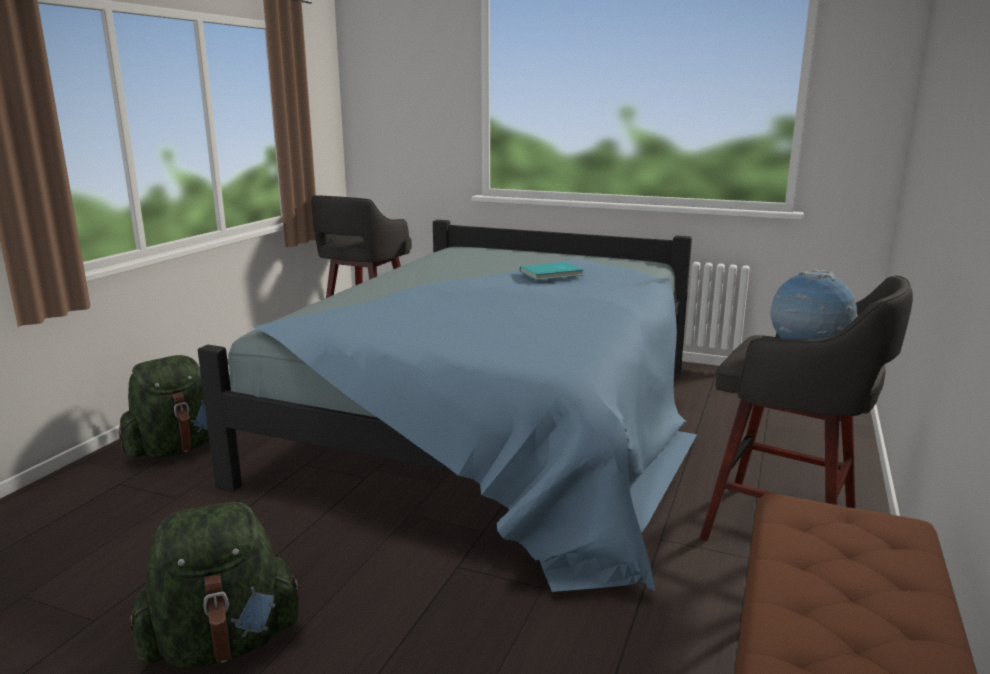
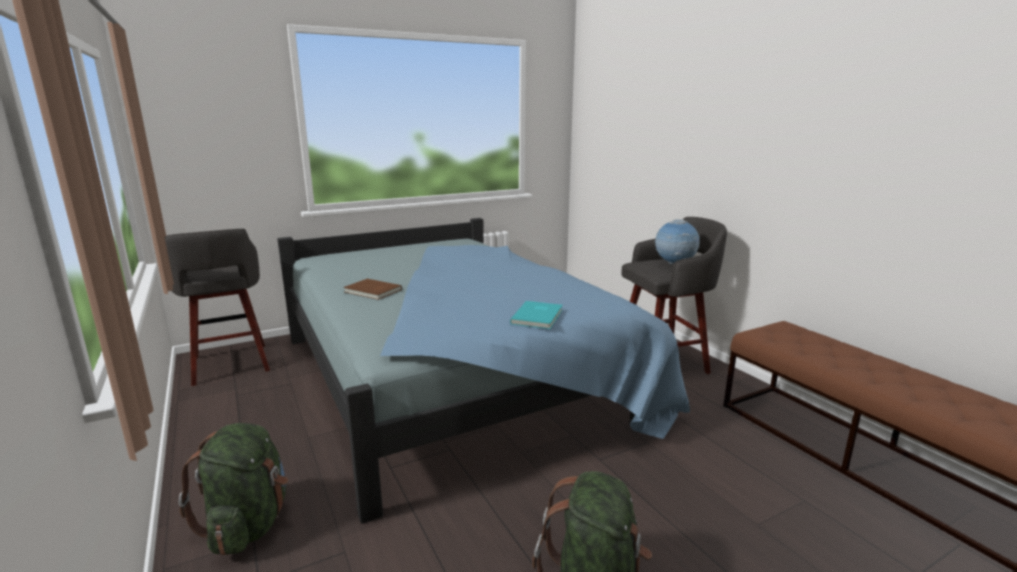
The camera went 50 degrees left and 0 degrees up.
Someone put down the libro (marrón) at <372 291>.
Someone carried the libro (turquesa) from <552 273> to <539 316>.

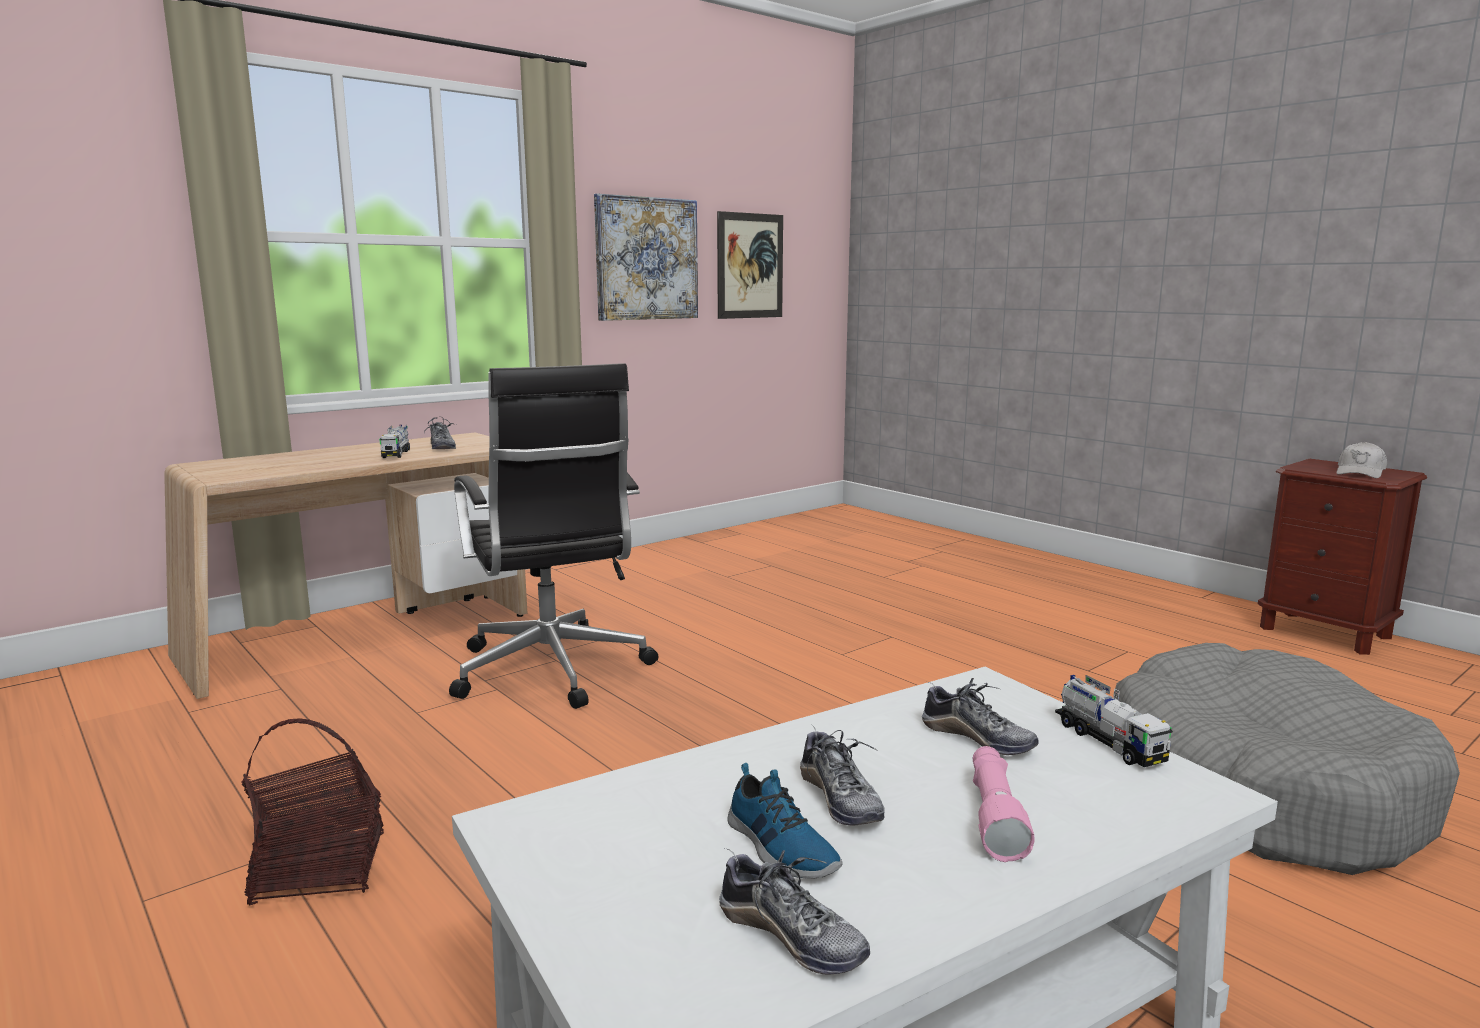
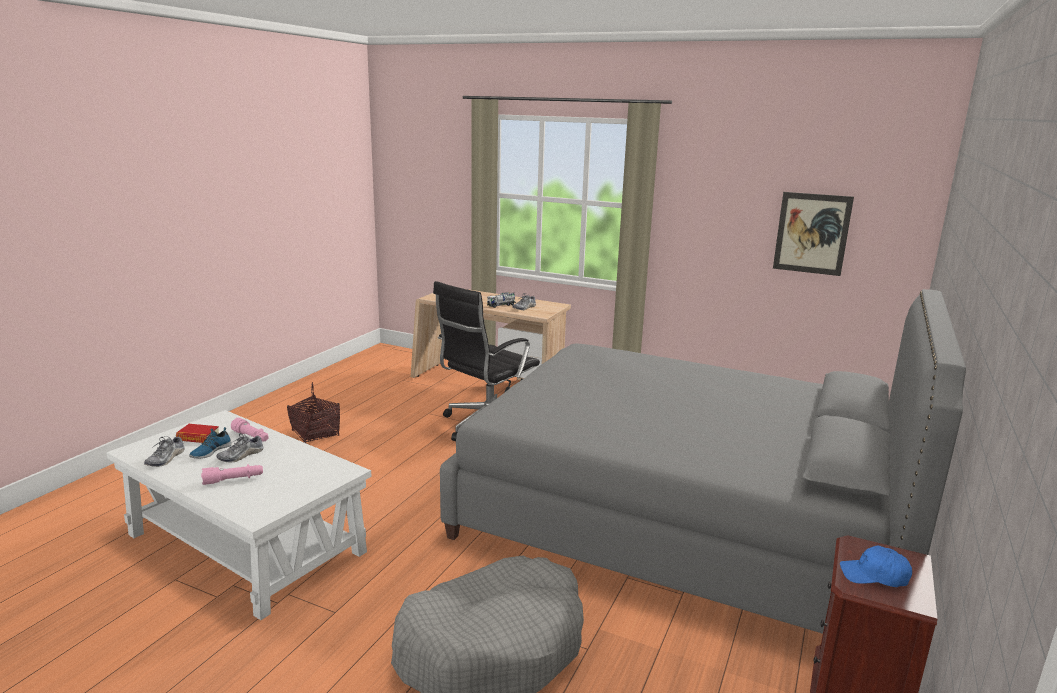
The camera went 65 degrees right and 5 degrees up.
Someone put down the libro at <198 437>.
Someone put down the linterna (rosa) at <251 437>.
Someone put down the cama (gris) at <681 519>.
Someone repainted the gorra (blanco) at <1360 472>, which became the gorra (azul) at <874 576>.
Someone took away the cuadro at <646 259>.
Someone took away the zapato at <977 738>.
Someone took away the camión de juguete at <1108 742>.

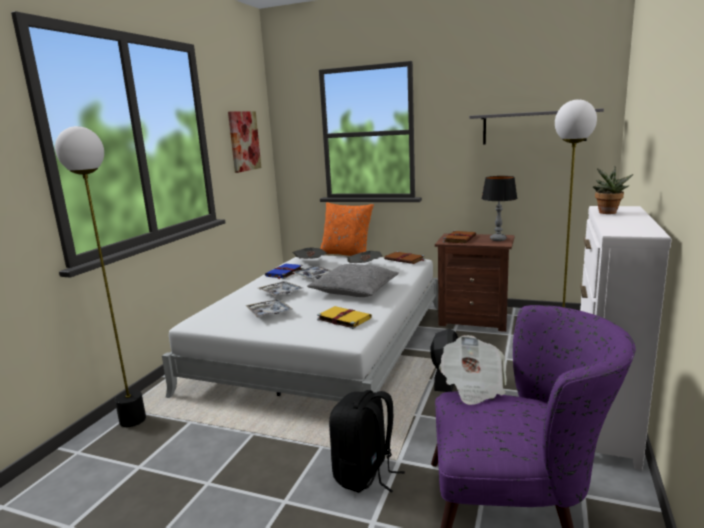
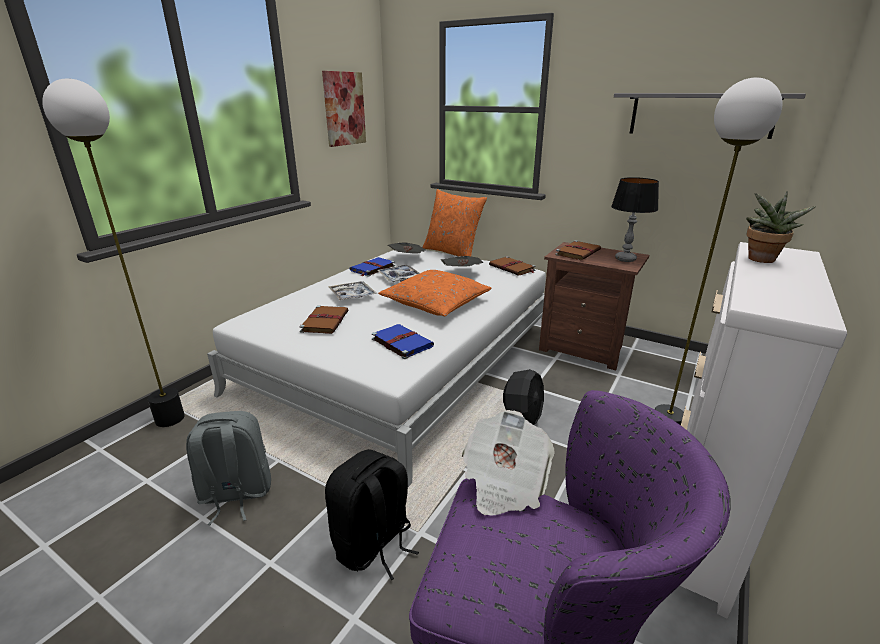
The camera went 10 degrees right and 10 degrees up.
Someone put down the mochila (gris) at <235 494>.
Someone swapped the bandeja at <269 312> for the libro (marrón) at <325 321>.
Someone repainted the libro (amarillo) at <343 319>, which became the libro (azul) at <401 342>.
Someone repainted the cojín (gris) at <355 290>, which became the cojín (naranja) at <436 302>.

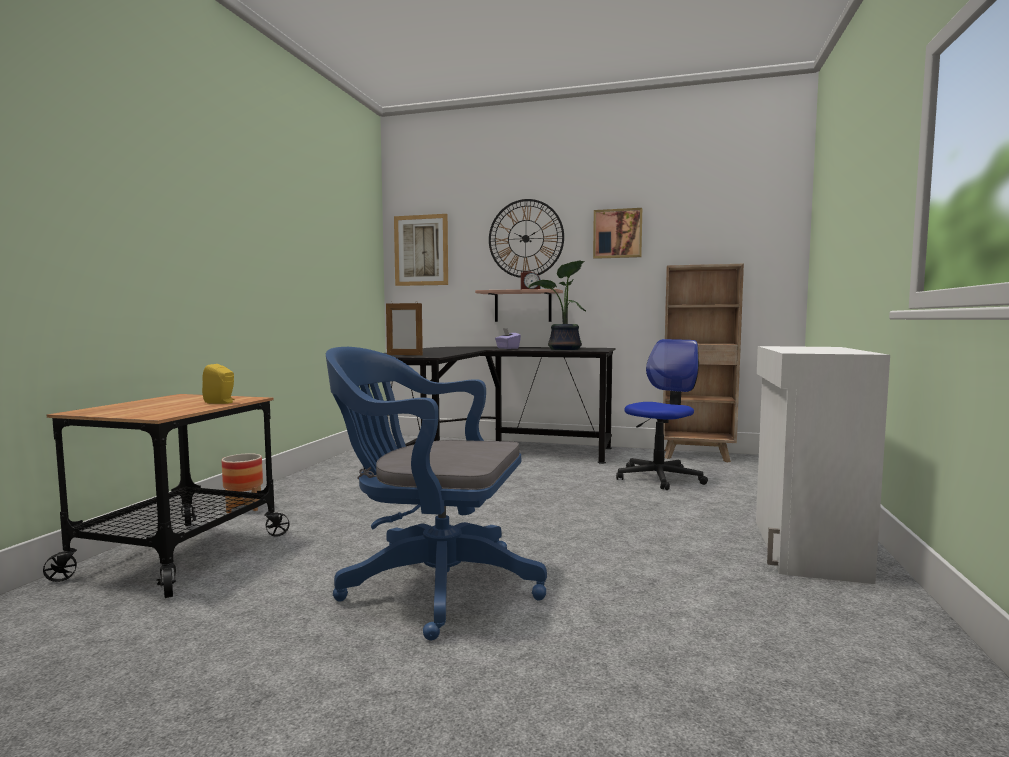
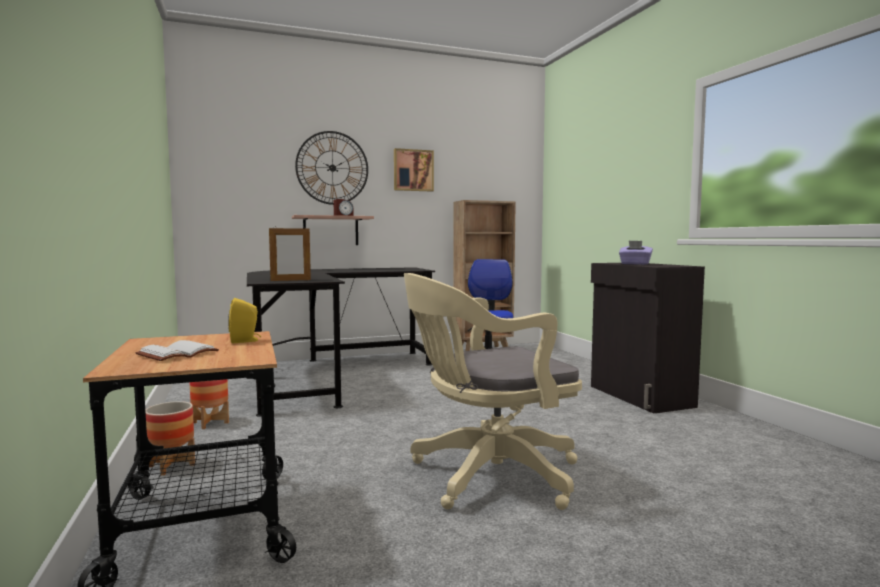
The camera went 35 degrees left and 0 degrees up.
Someone put down the libro (blanco) at <178 353>.
Someone put down the maceta at <210 423>.
Someone repainted the silla de oficina (azul) at <431 584>, which became the silla de oficina (beis) at <487 476>.
Someone repainted the armario (blanco) at <804 548>, which became the armario (negro) at <639 396>.
Someone carried the caja de pañuelos (morado) from <507 348> to <635 264>.
Someone took away the cuadro at <421 250>.
Someone took away the planta en maceta at <563 349>.

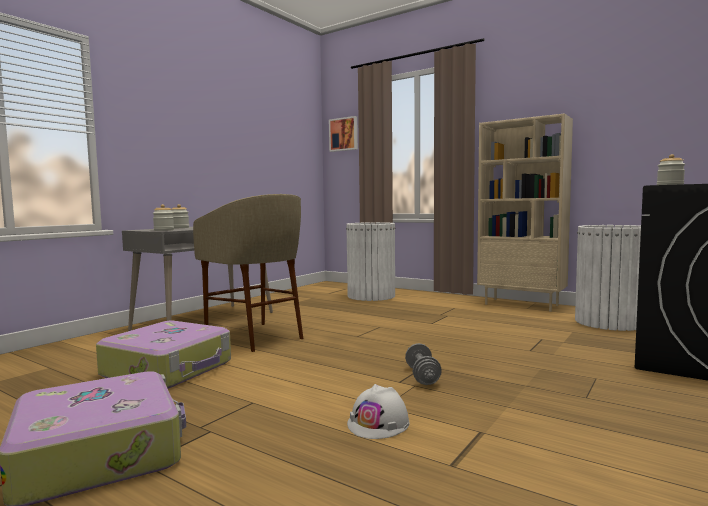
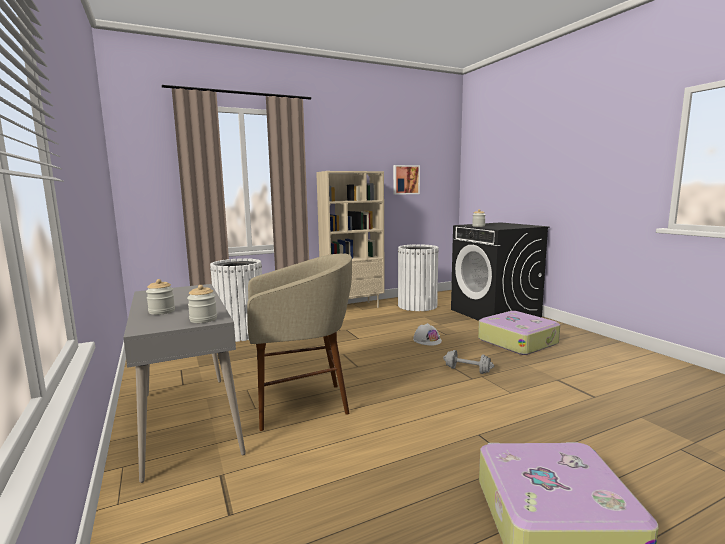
The camera went 60 degrees left and 5 degrees up.
Someone carried the cuadro from <344 134> to <405 179>.
Someone carried the casco (blanco) from <378 423> to <427 340>.
Someone carried the maleta from <169 369> to <517 341>.

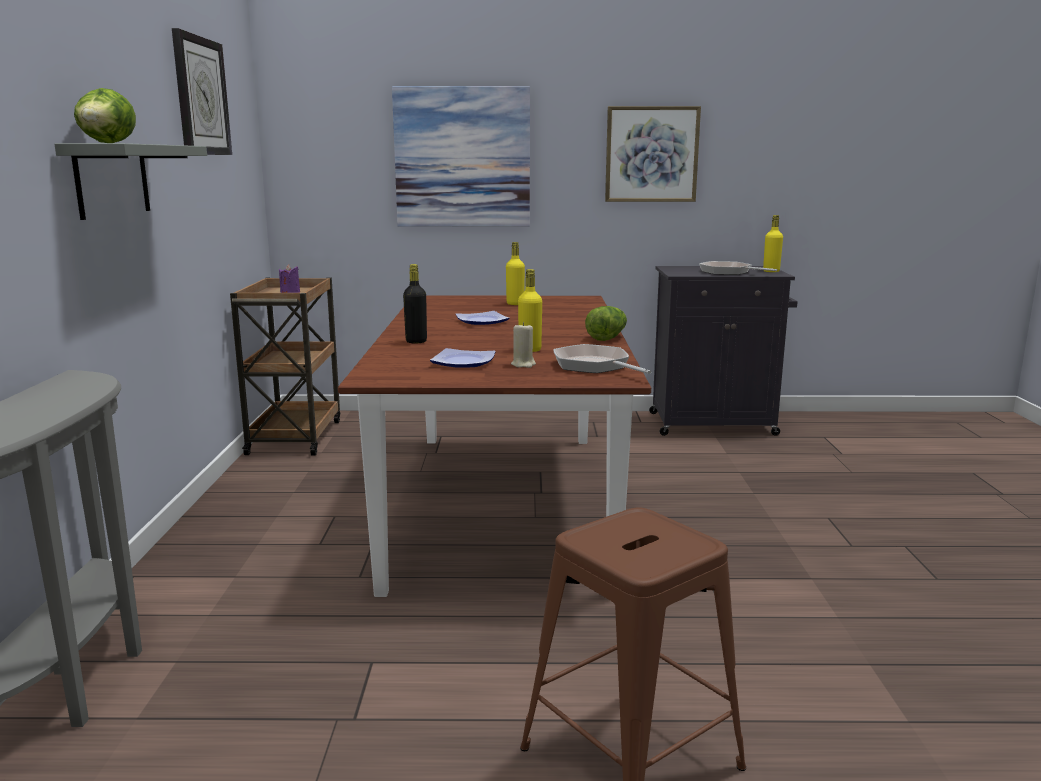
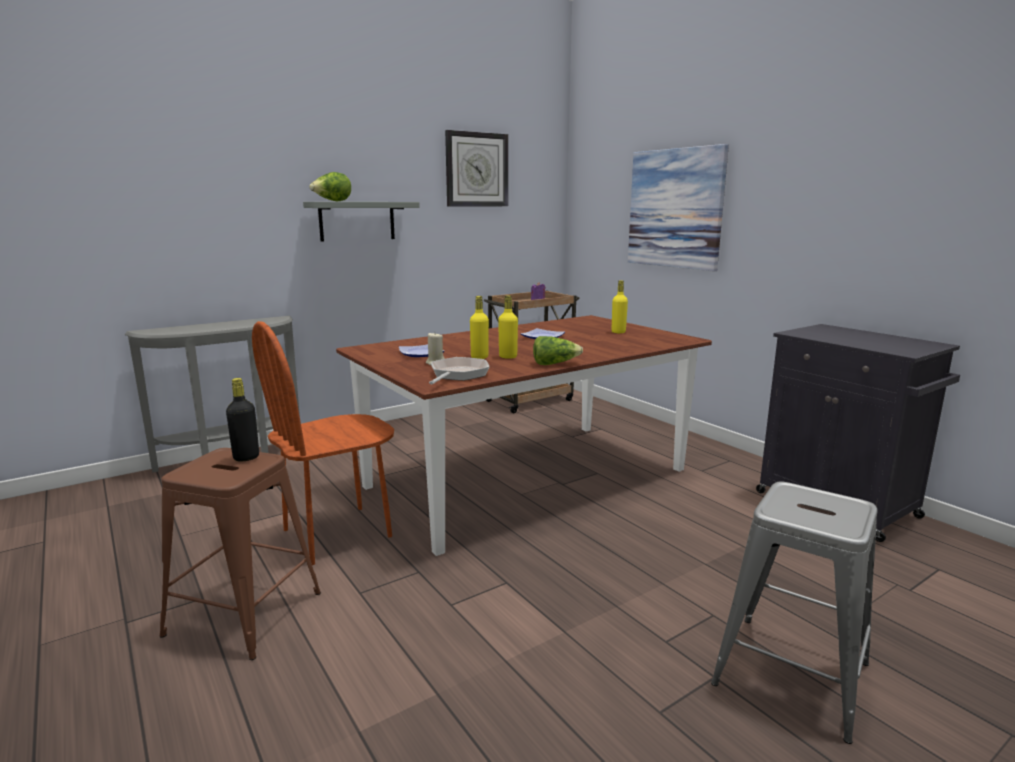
The camera went 55 degrees right and 0 degrees up.
Someone carried the botella (negro) from <416 341> to <246 457>.
Someone put down the silla (marrón) at <337 533>.
Someone carried the botella (amarillo) from <771 271> to <508 357>.
Someone put down the taburete (gris) at <790 674>.
Someone took away the cuadro at <651 154>.
Someone took away the sartén at <728 272>.

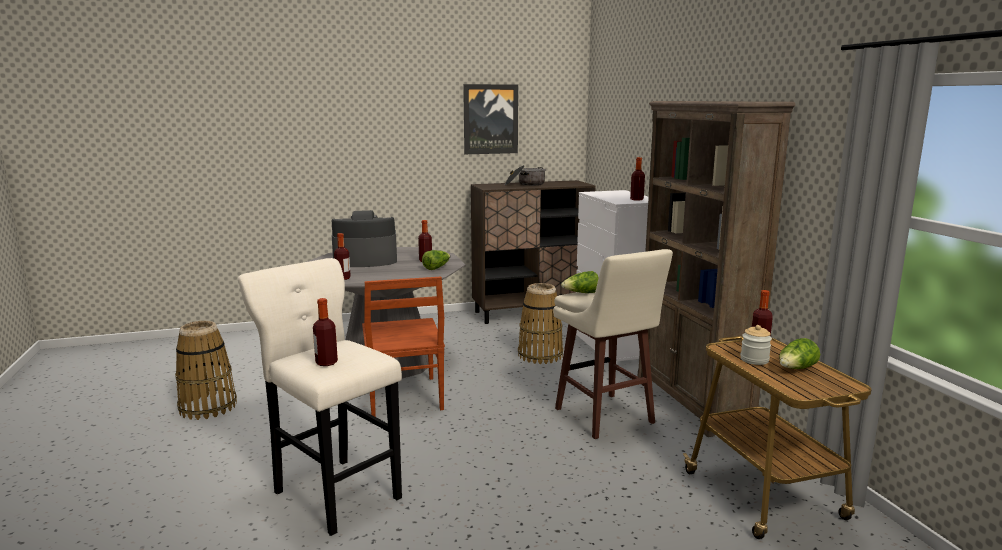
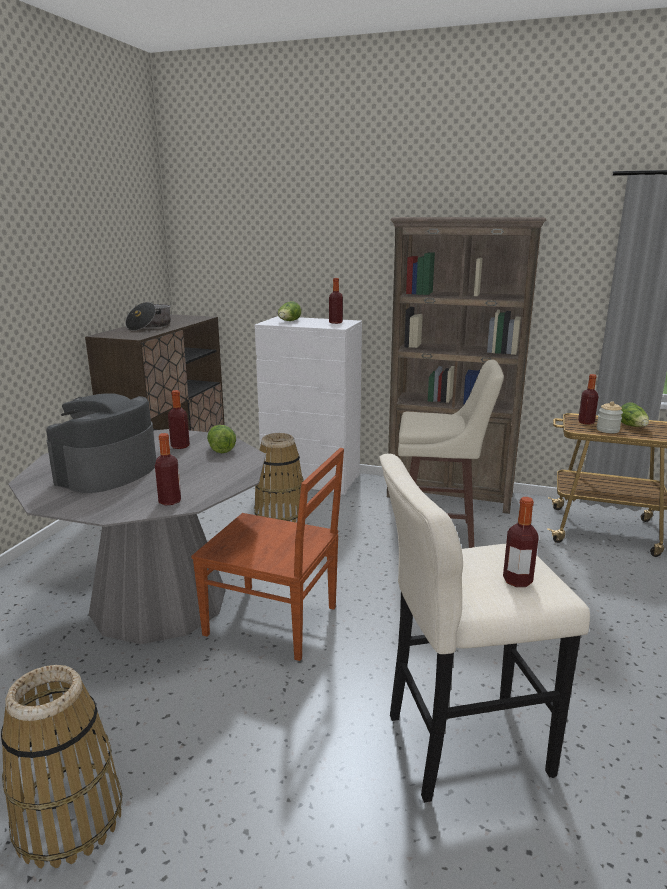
The camera went 55 degrees left and 5 degrees up.
Someone carried the lechuga from <581 293> to <289 322>.
Someone took away the cuadro at <490 119>.

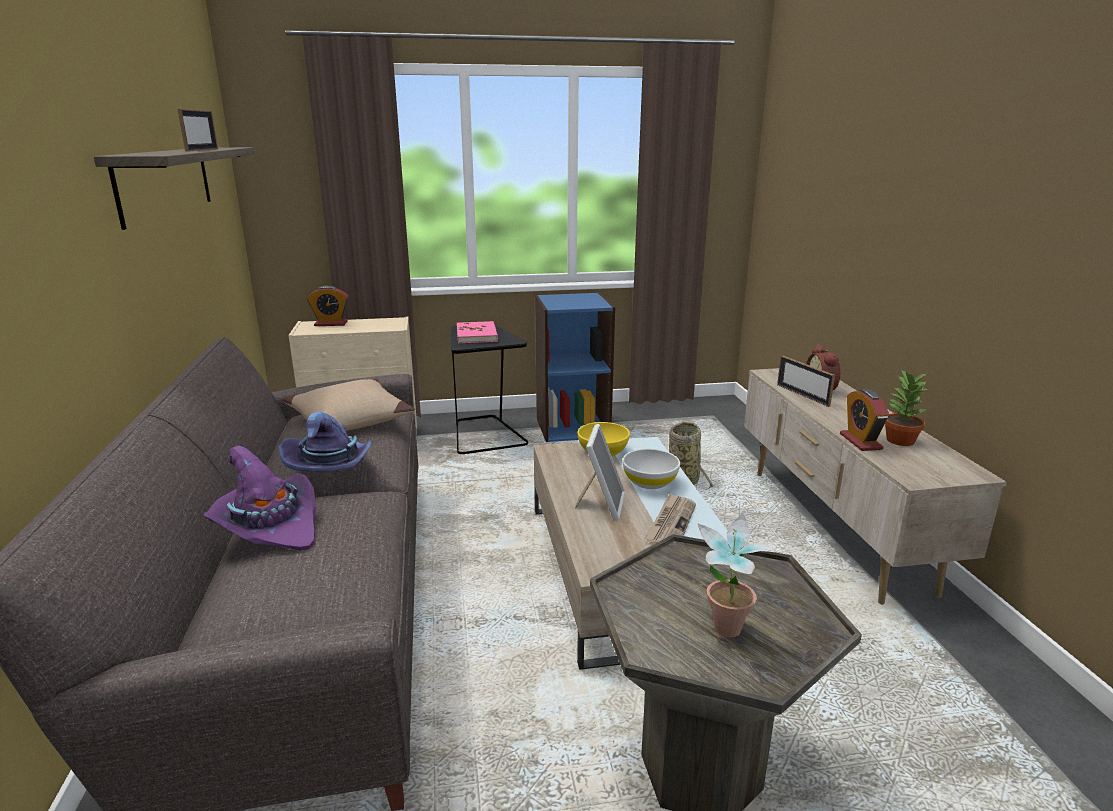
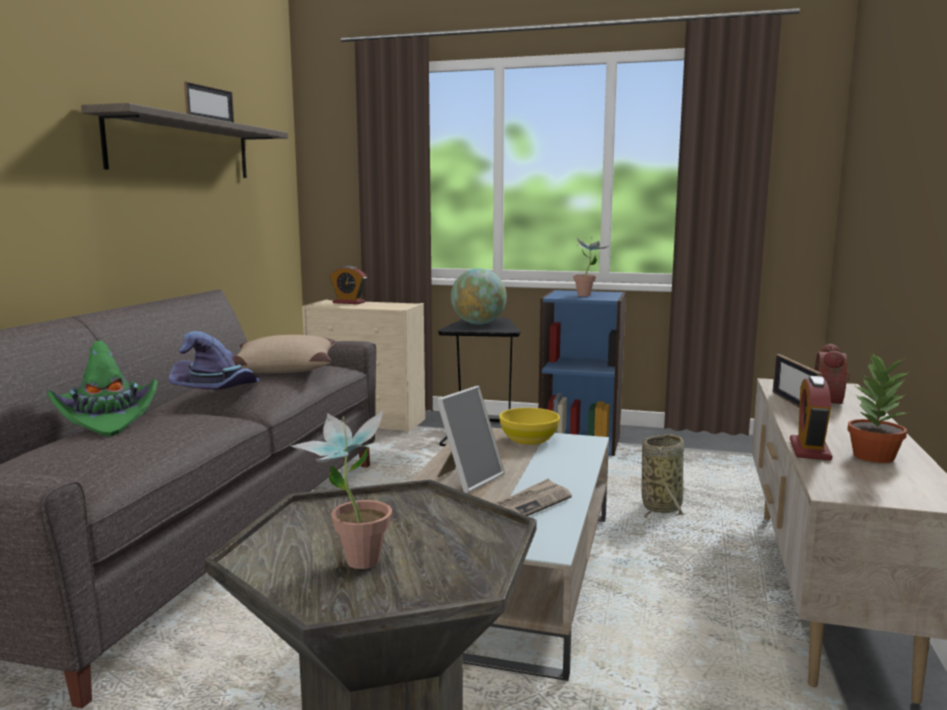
The camera went 25 degrees right and 10 degrees down.
Someone repainted the sombrero (morado) at <269 527>, which became the sombrero (verde) at <108 419>.
Someone swapped the libro (rosa) at <477 335> for the globo terráqueo at <478 324>.
Someone put down the planta en maceta at <588 295>.
Someone took away the cuenco (blanco) at <650 482>.

